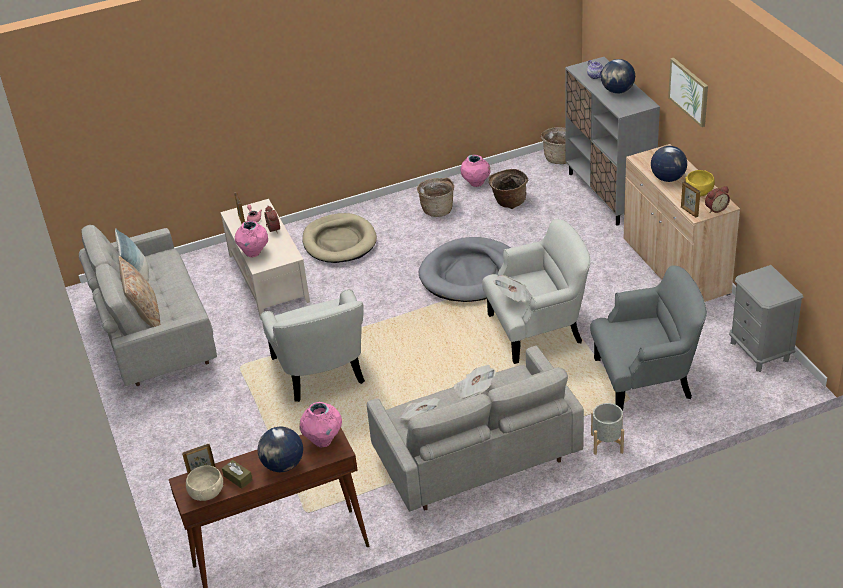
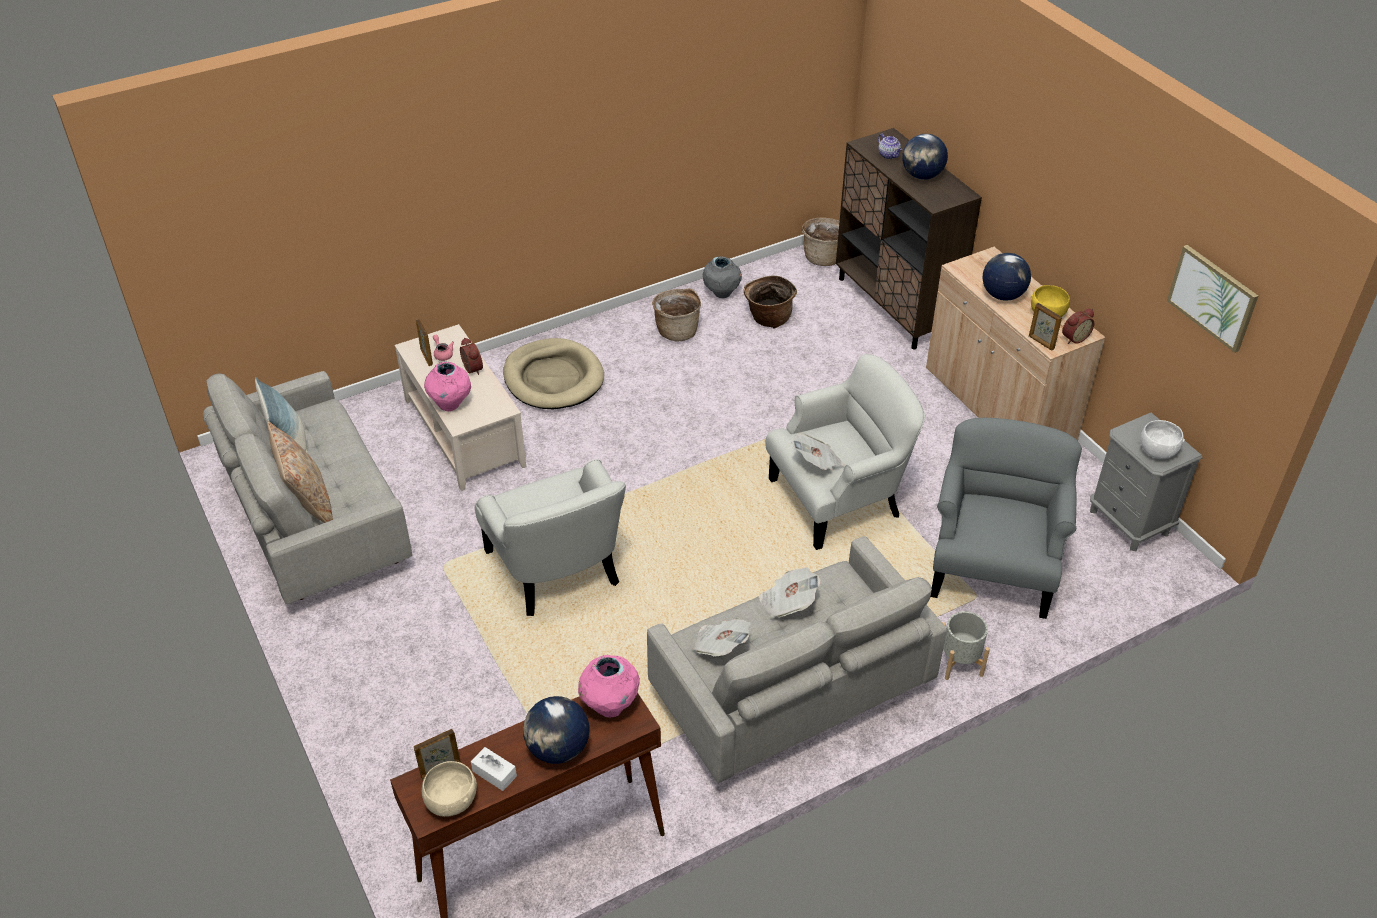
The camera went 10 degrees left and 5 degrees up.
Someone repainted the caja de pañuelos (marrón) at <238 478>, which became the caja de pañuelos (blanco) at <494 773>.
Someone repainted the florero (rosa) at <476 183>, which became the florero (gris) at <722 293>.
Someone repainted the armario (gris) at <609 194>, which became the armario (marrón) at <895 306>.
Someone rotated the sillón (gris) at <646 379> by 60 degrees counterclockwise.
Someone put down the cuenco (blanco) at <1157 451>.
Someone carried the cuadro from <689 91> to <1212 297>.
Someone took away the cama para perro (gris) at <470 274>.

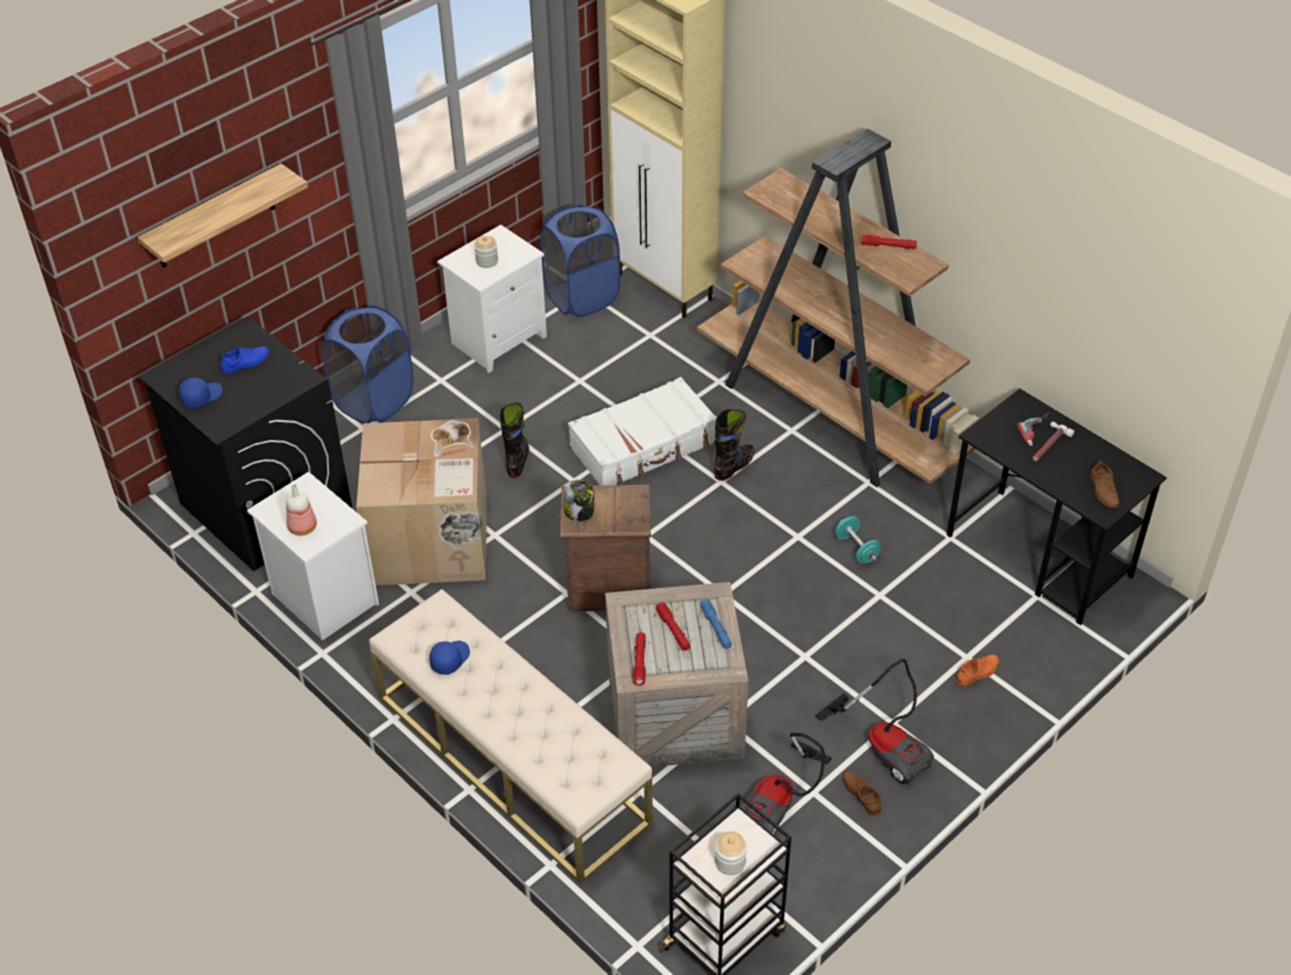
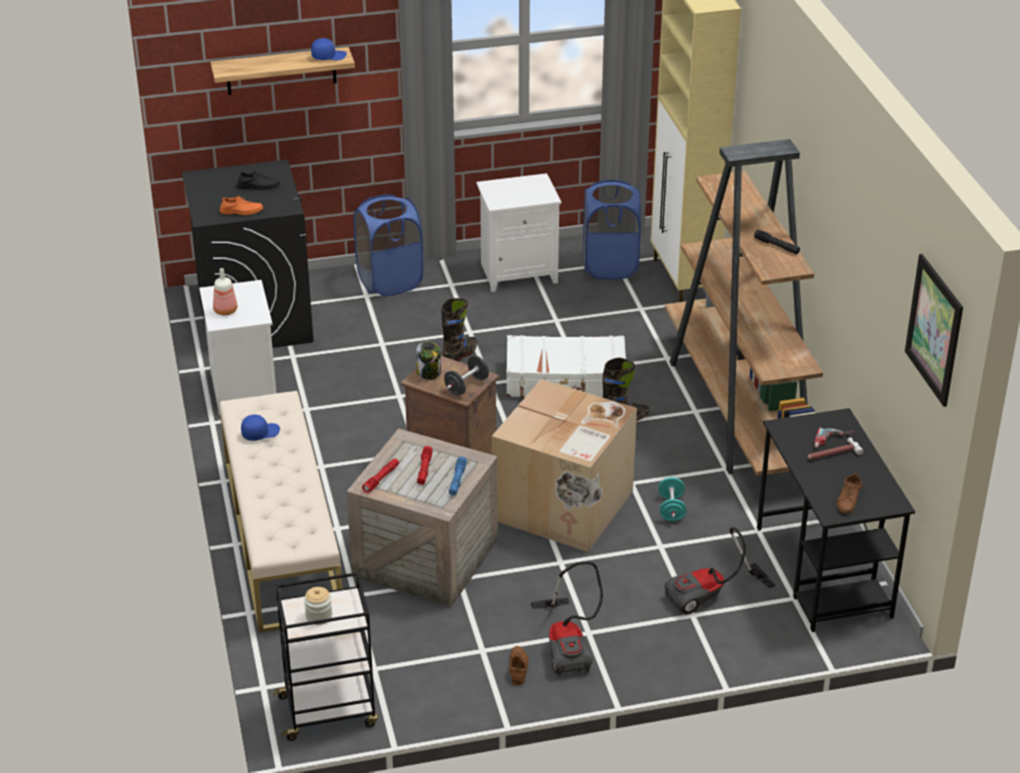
The camera went 30 degrees right and 10 degrees down.
Someone carried the zapato (naranja) from <977 672> to <241 211>.
Someone repainted the zapato (azul) at <245 362>, which became the zapato (negro) at <258 186>.
Someone carried the gorra (azul) from <201 396> to <328 56>.
Someone put down the mancuerna (negro) at <466 386>.
Someone carried the caja de cartón from <432 541> to <564 507>.
Someone carried the aspiradora from <780 803> to <711 596>.
Someone repainted the linterna (rojo) at <888 246>, which became the linterna (negro) at <777 246>.
Someone put up the cuadro at <934 329>.
Someone took away the tarro at <487 261>.

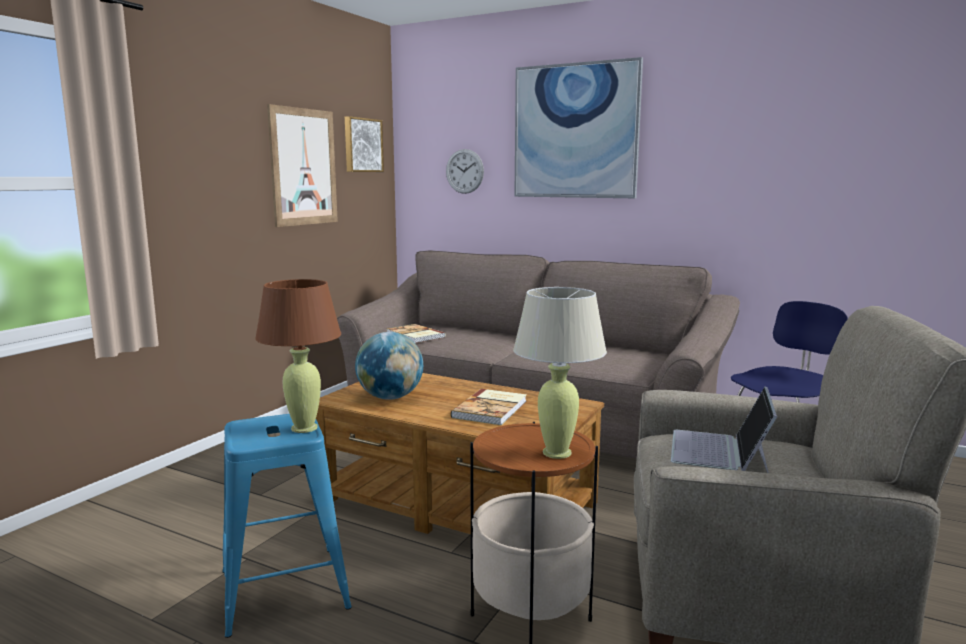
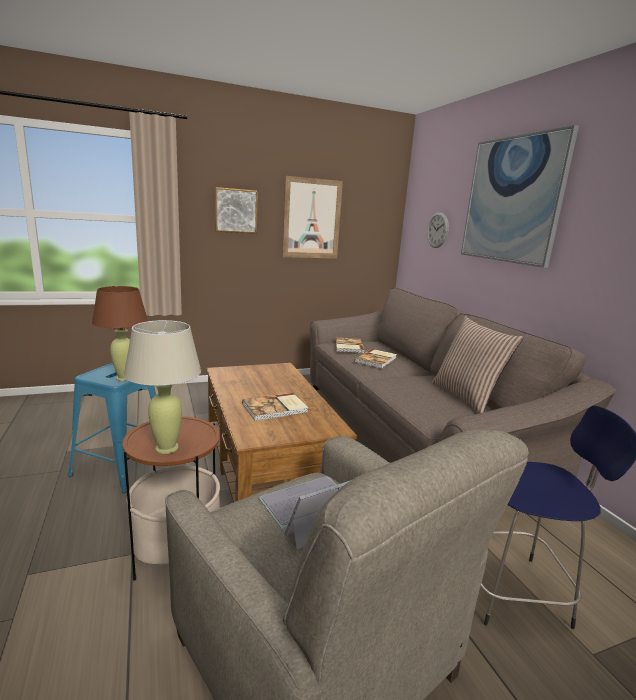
The camera went 40 degrees right and 5 degrees up.
Someone carried the cuadro from <362 145> to <235 211>.
Someone put down the libro at <377 360>.
Someone put down the cojín at <466 397>.
Someone took away the globo terráqueo at <390 397>.

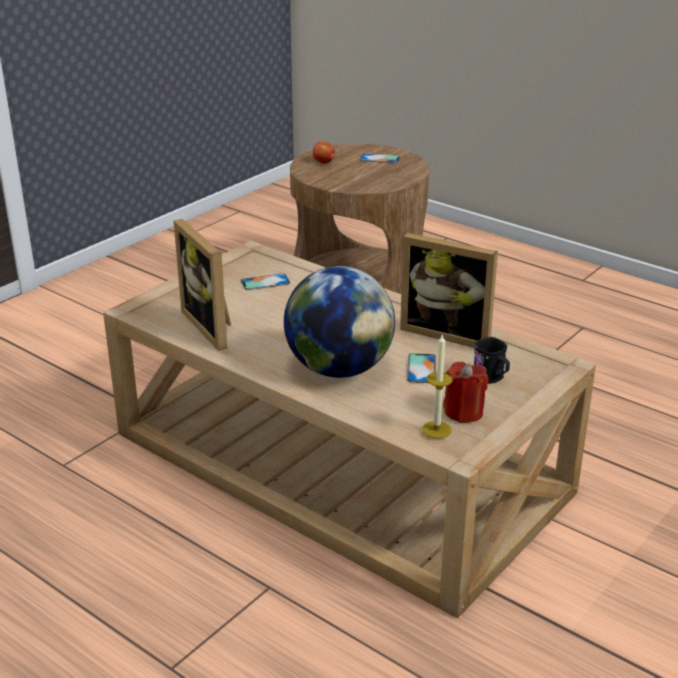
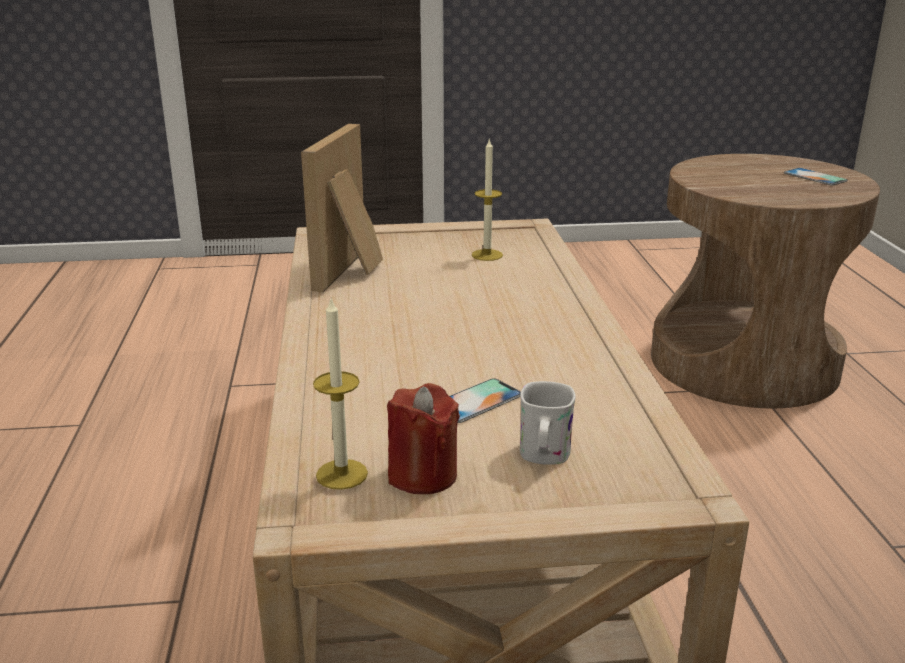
The camera went 45 degrees right and 5 degrees down.
Someone swapped the móvil at <265 282> for the vela at <487 255>.
Someone repainted the taza grande (negro) at <492 378>, which became the taza grande (blanco) at <544 456>.
Someone took away the globo terráqueo at <339 369>.
Someone took away the manzana at <324 162>.
Someone took away the portarretratos at <448 332>.

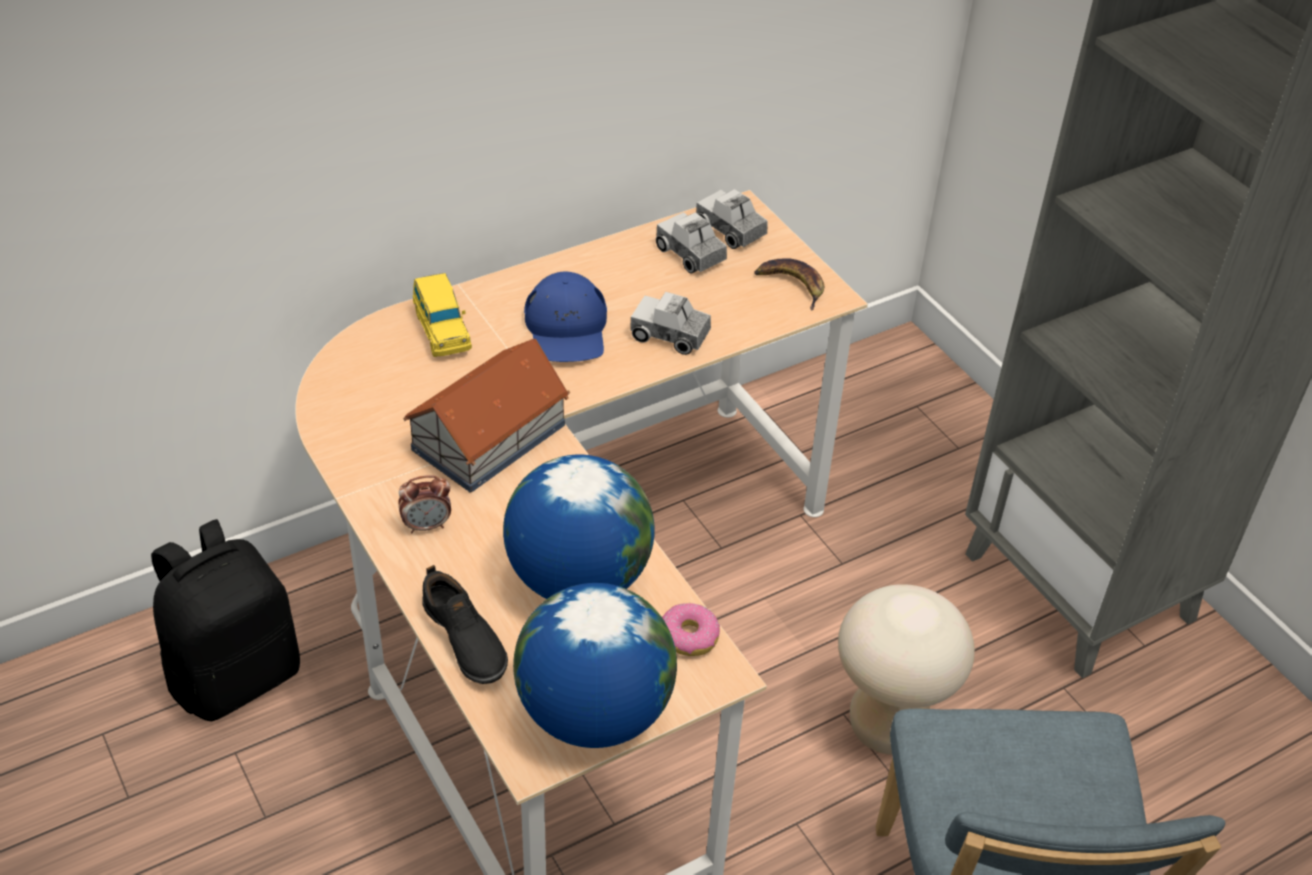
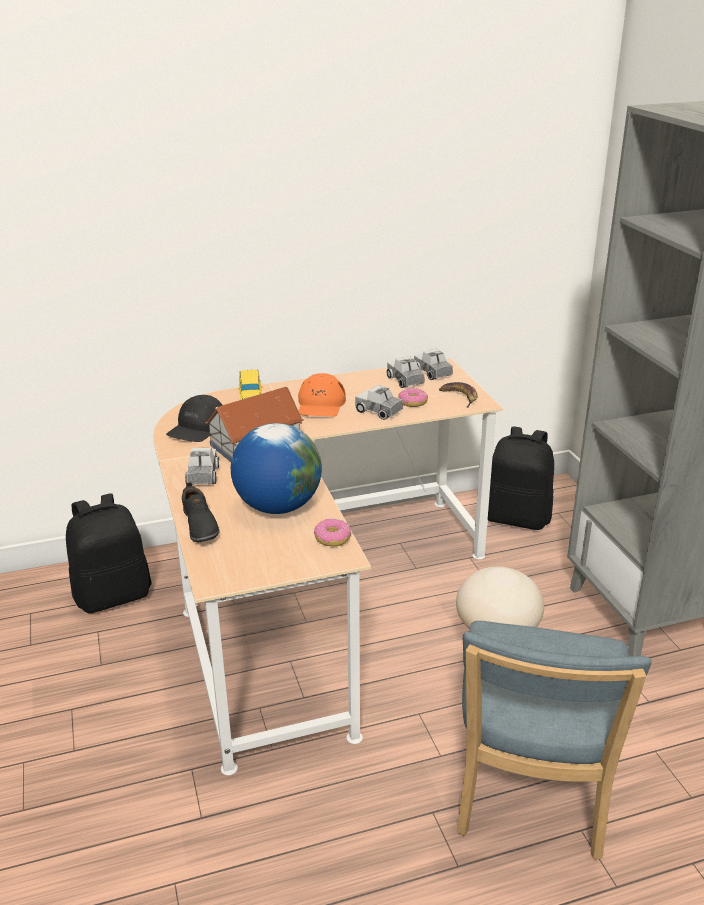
The camera went 15 degrees right and 15 degrees down.
Someone put down the gorra (negro) at <198 427>.
Someone swapped the despertador at <427 525> for the camión de juguete at <203 476>.
Someone repainted the gorra (azul) at <567 329>, which became the gorra (naranja) at <320 404>.
Someone put down the rosquilla at <412 402>.
Someone put down the mochila (negro) at <517 518>.
Someone took away the globo terráqueo at <594 713>.

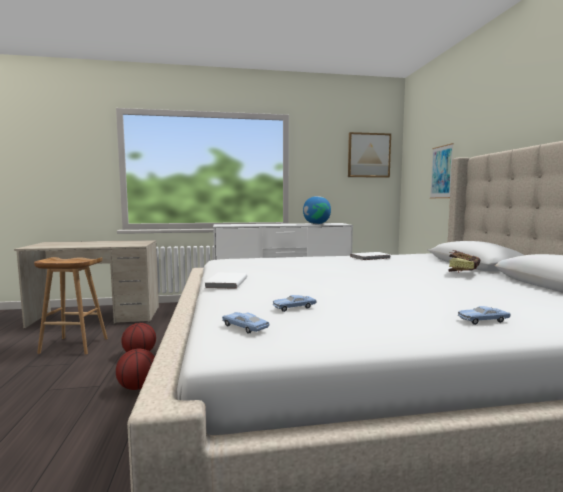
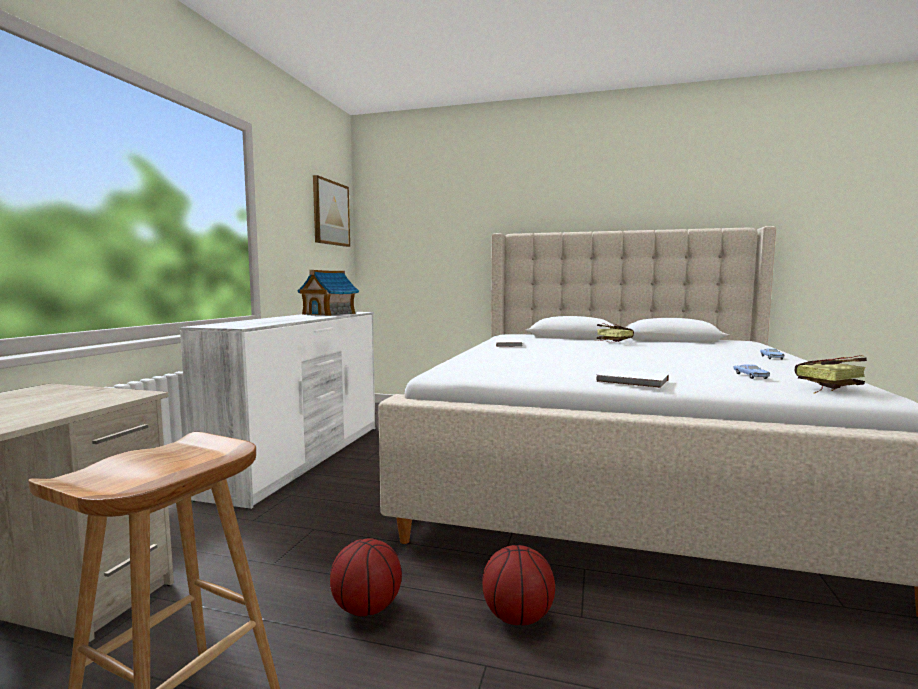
The camera went 65 degrees left and 0 degrees up.
Someone swapped the globo terráqueo at <316 224> for the casita at <329 314>.
Someone swapped the coche de juguete (azul) at <244 327> for the libro at <824 389>.
Someone took away the cuadro at <441 172>.

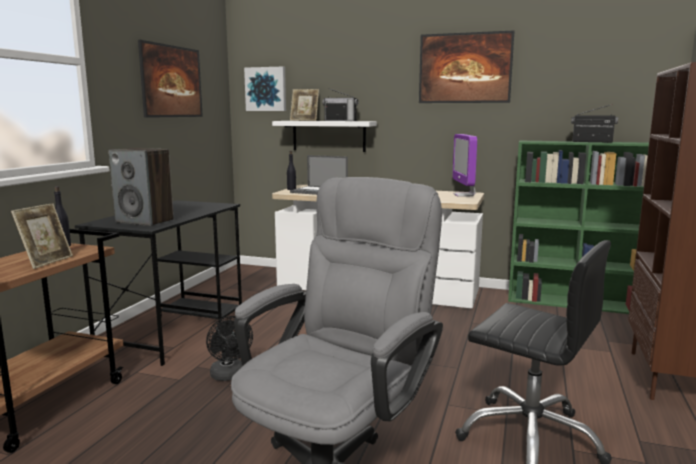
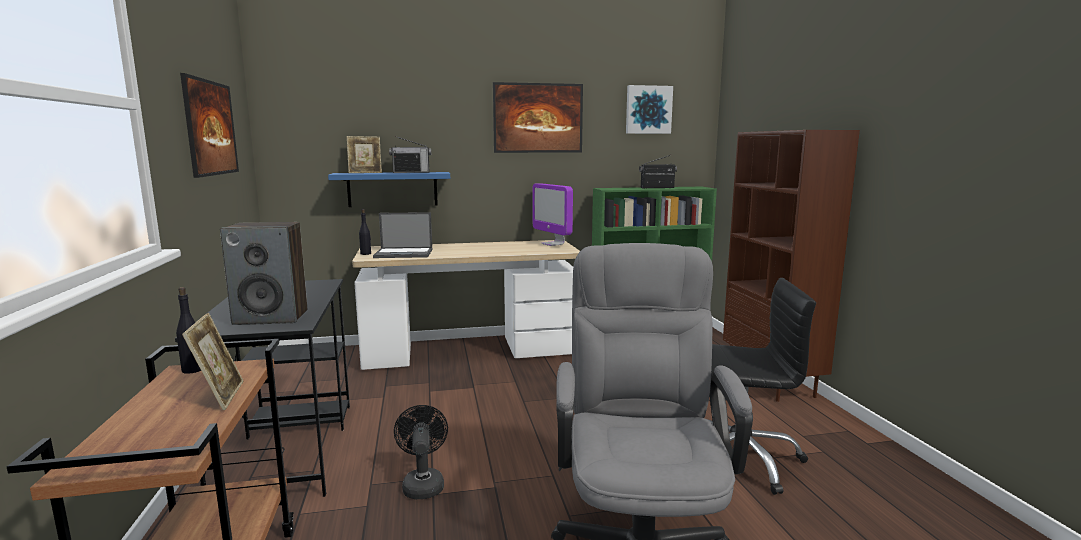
The camera went 30 degrees left and 0 degrees up.
Someone repainted the estante (blanco) at <329 136>, which became the estante (azul) at <392 189>.
Someone rotated the ventilador (negro) at <229 376> by 135 degrees counterclockwise.
Someone carried the cuadro from <266 89> to <648 110>.

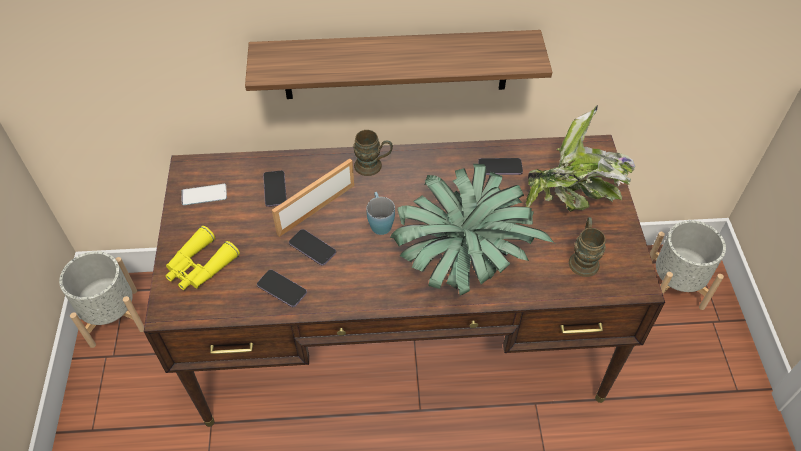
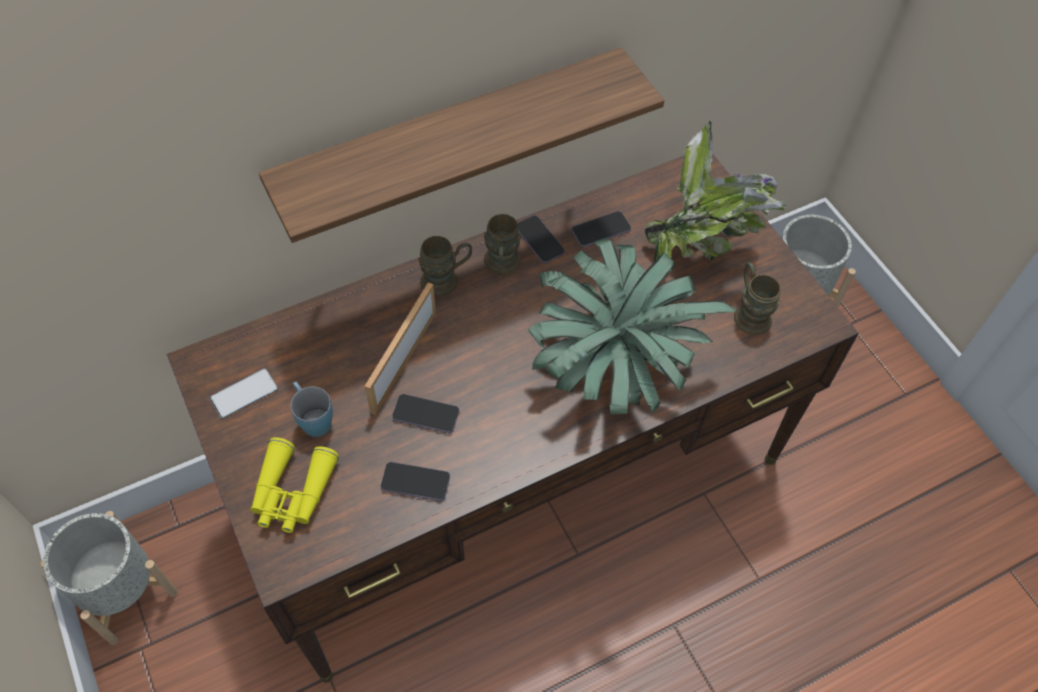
The camera went 25 degrees left and 5 degrees up.
Someone carried the taza grande (azul) from <379 222> to <312 418>.
Someone put down the taza grande (marrón) at <502 265>.
Someone carried the móvil from <275 189> to <539 240>.

